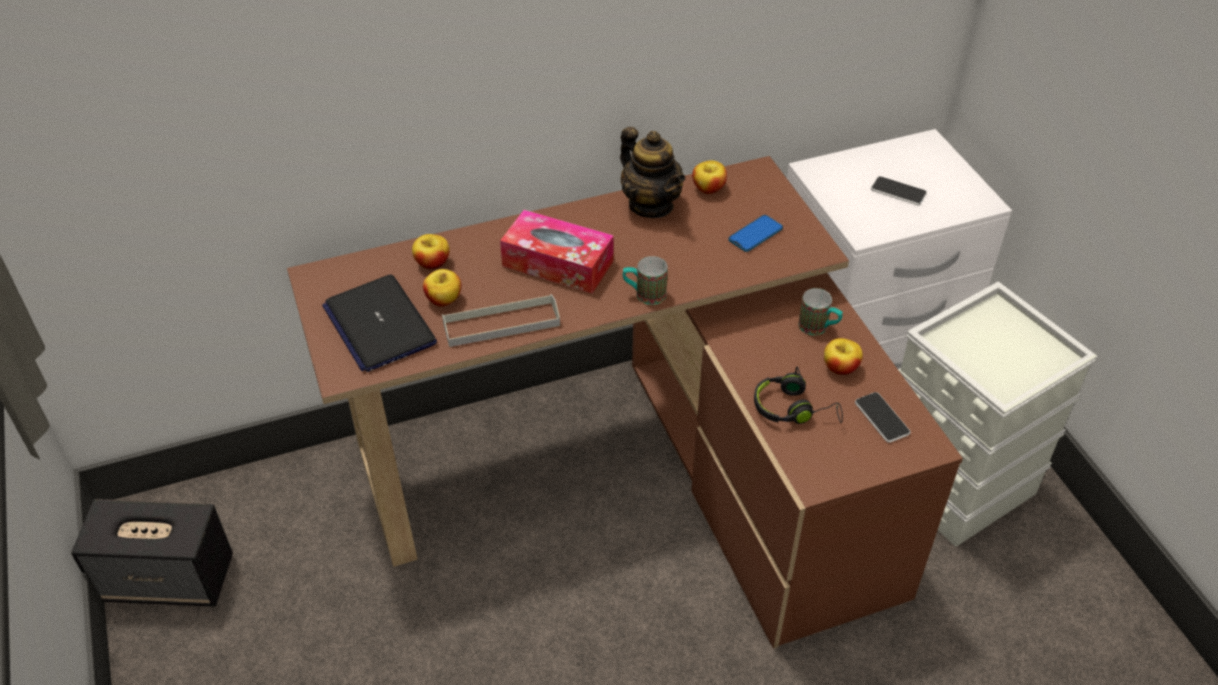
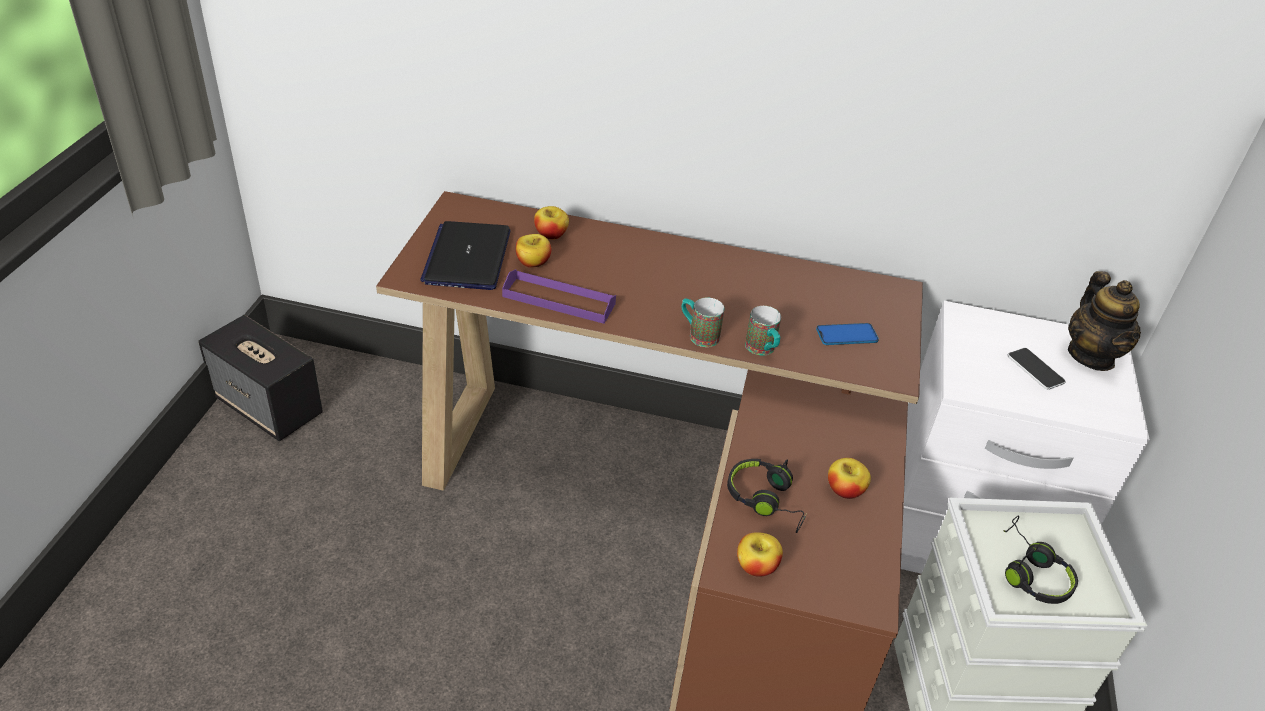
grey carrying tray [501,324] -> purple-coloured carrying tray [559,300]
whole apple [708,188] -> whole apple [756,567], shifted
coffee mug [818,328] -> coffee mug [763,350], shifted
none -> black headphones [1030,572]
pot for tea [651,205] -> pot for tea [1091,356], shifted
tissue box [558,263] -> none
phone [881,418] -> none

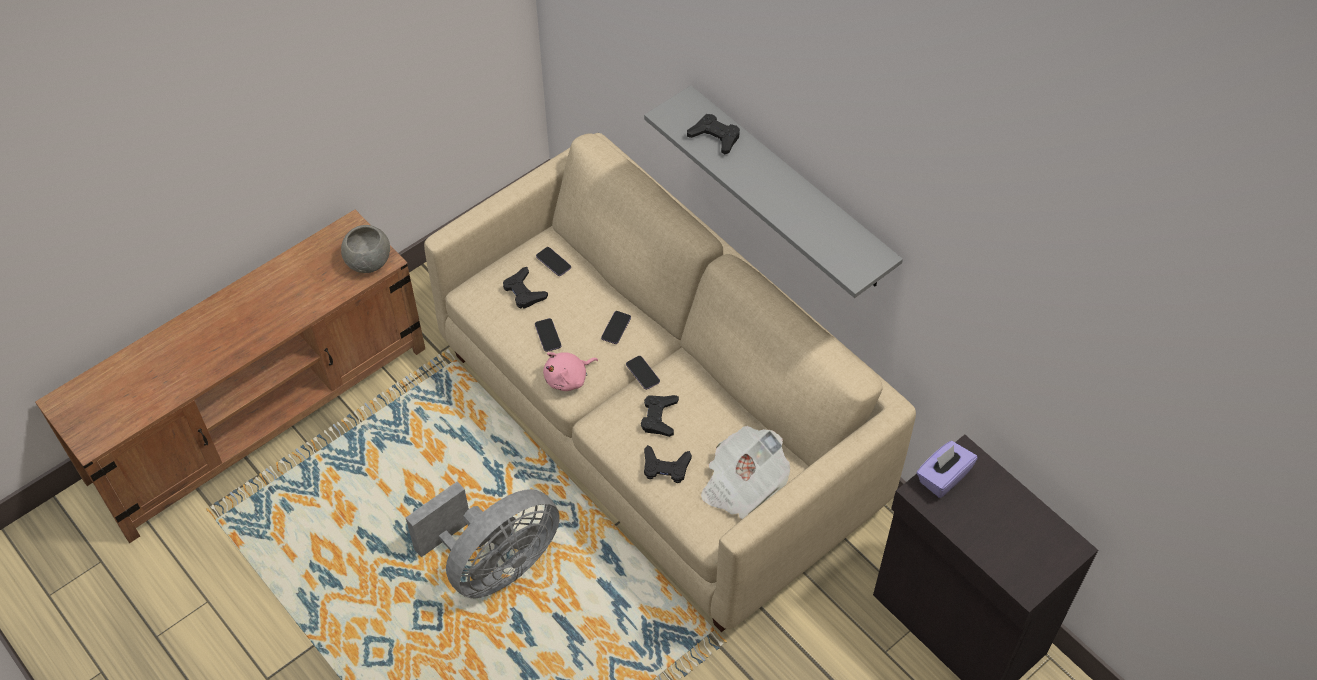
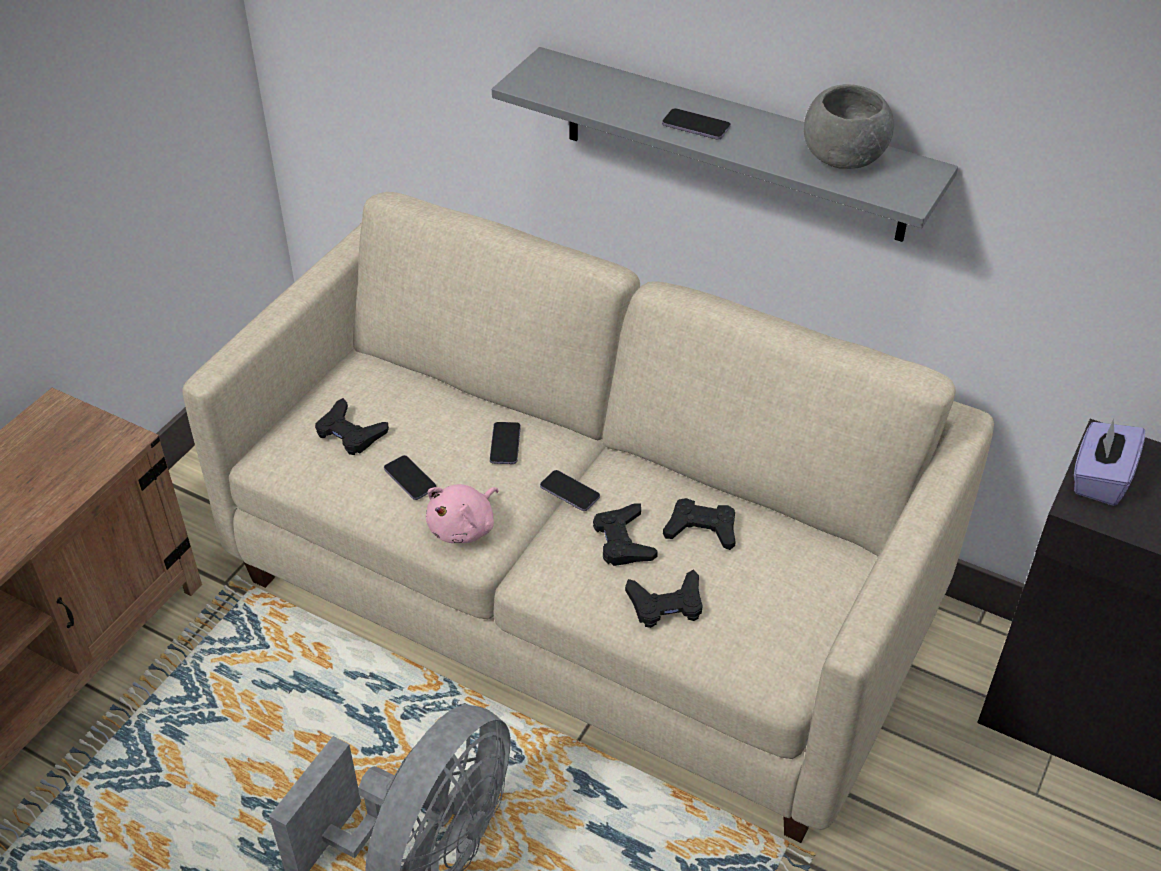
phone [553,262] -> phone [696,126], shifted
black gamepad [715,137] -> black gamepad [701,529], shifted
grey deep dish [369,261] -> grey deep dish [844,158], shifted
daily paper [742,484] -> none

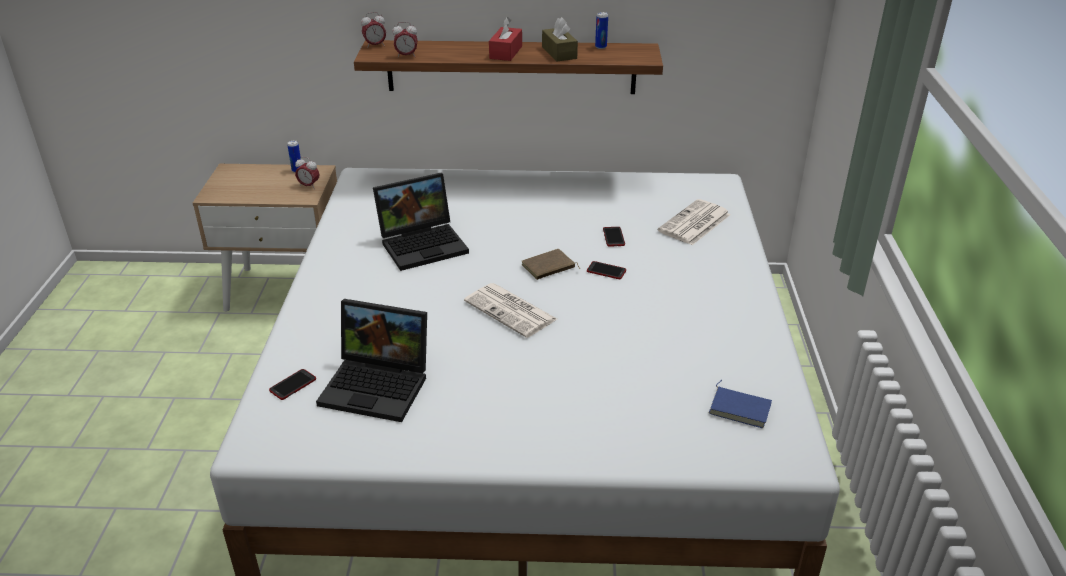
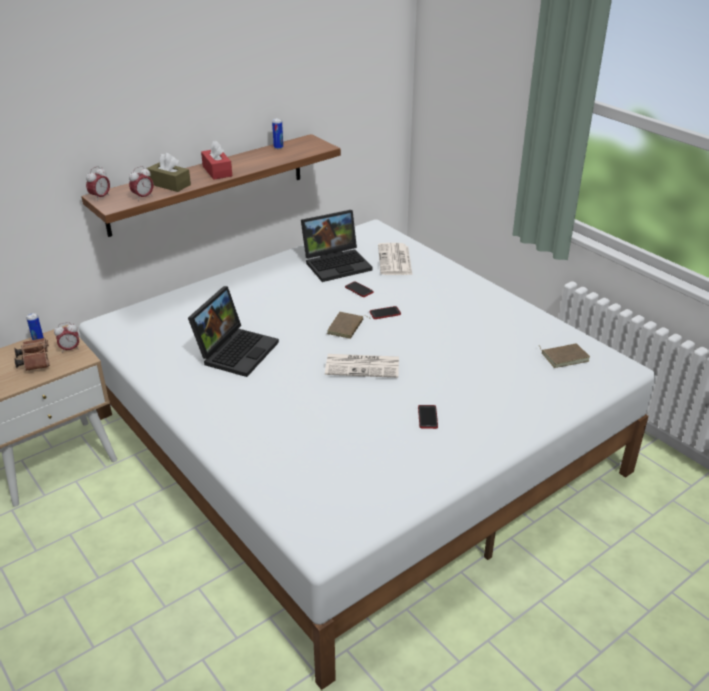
none -> brown field glasses [35,361]
brown tissue box [559,53] -> brown tissue box [169,184], shifted
notebook computer [379,385] -> notebook computer [337,263], shifted
phone [293,385] -> phone [427,417], shifted
bluish book [740,408] -> brown book [564,356]

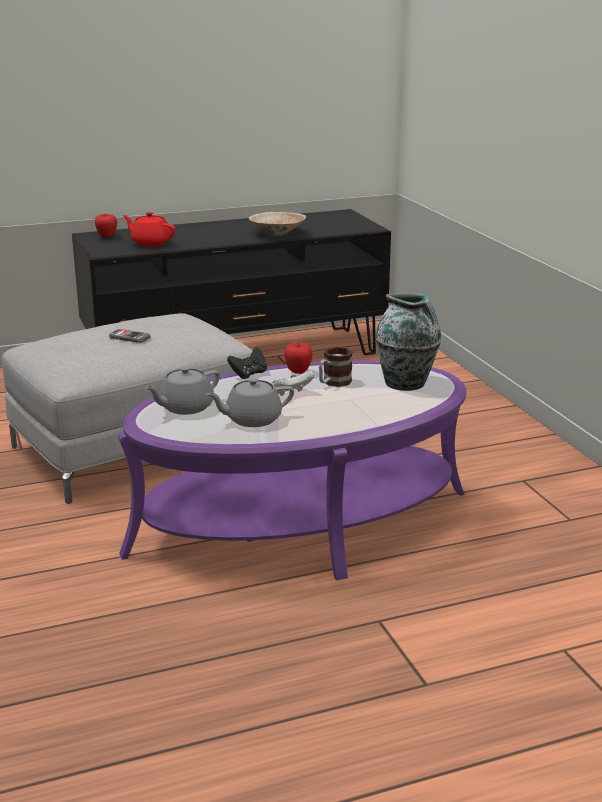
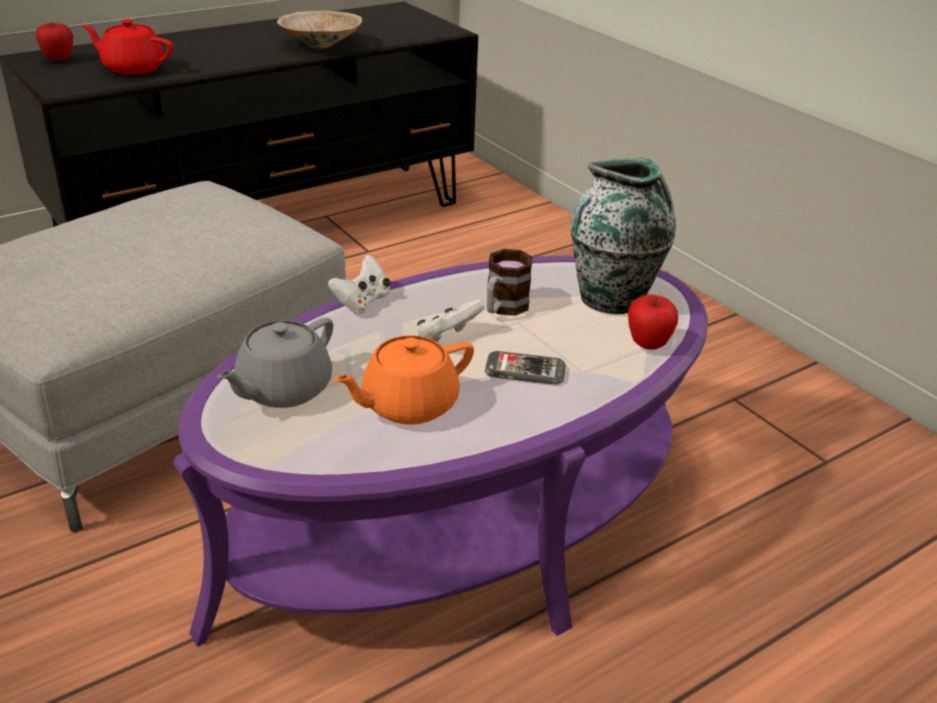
black gamepad [249,374] -> white gamepad [362,302]
grey pot for tea [252,419] -> orange pot for tea [407,405]
phone [129,337] -> phone [525,370], shifted
whole apple [298,372] -> whole apple [648,345], shifted

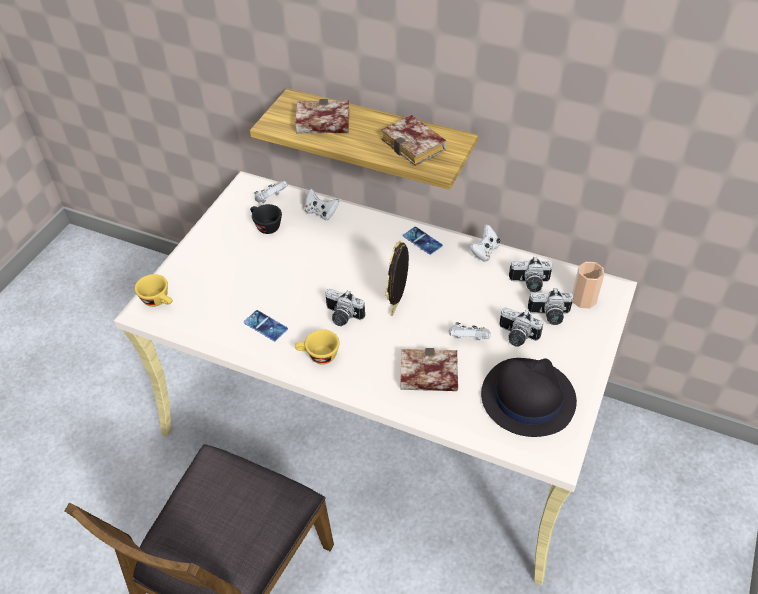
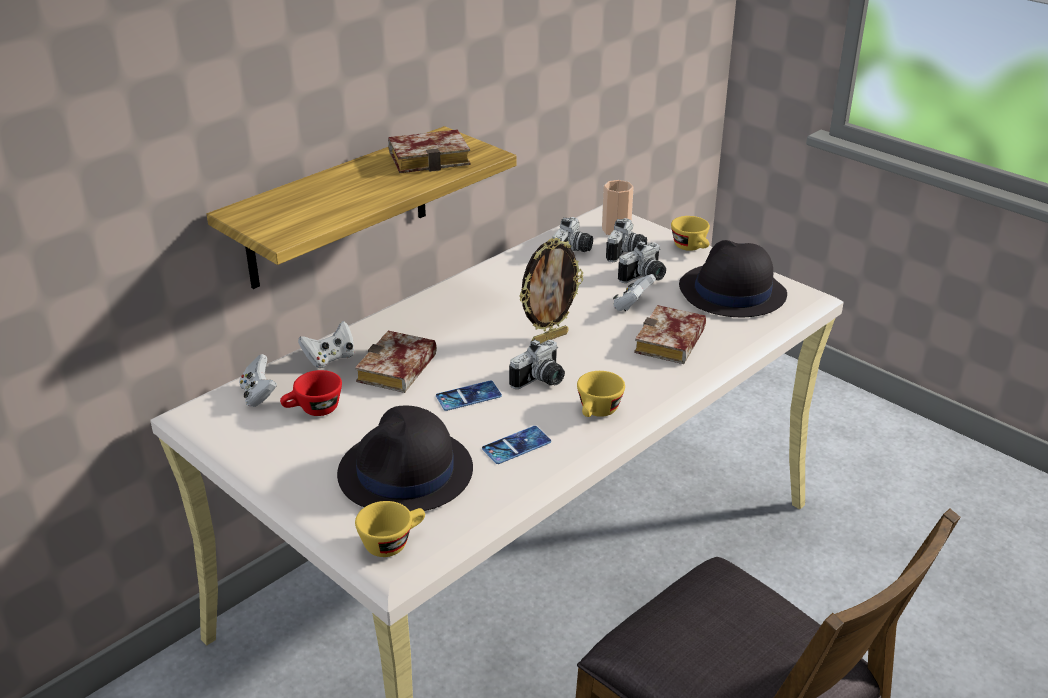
black small cup [265,226] -> red small cup [313,410]
none -> black clothing hat [406,473]
book [320,123] -> book [398,371], shifted
phone [422,241] -> phone [468,396], shifted
photo frame [397,305] -> photo frame [549,338], 75 degrees counterclockwise
none -> yellow-coloured small cup [692,248]
white gamepad [484,252] -> none

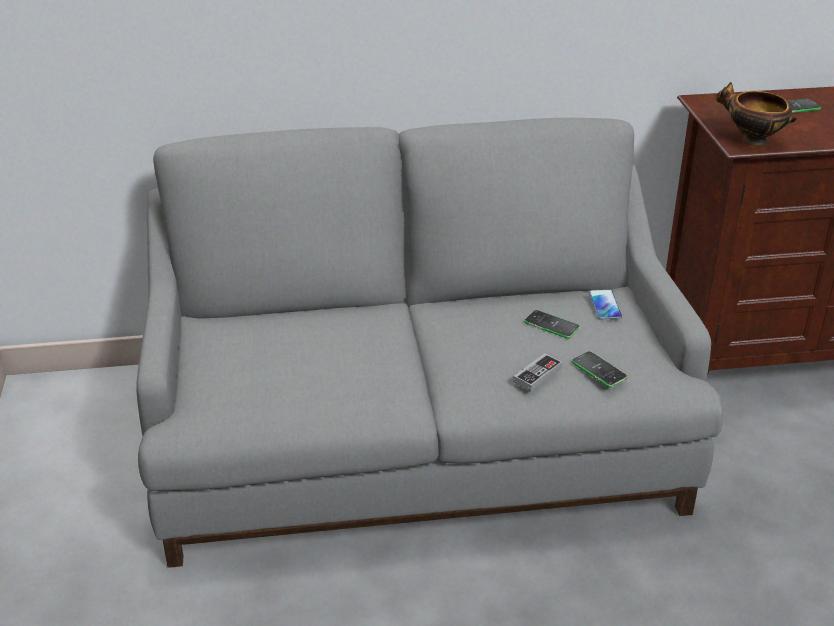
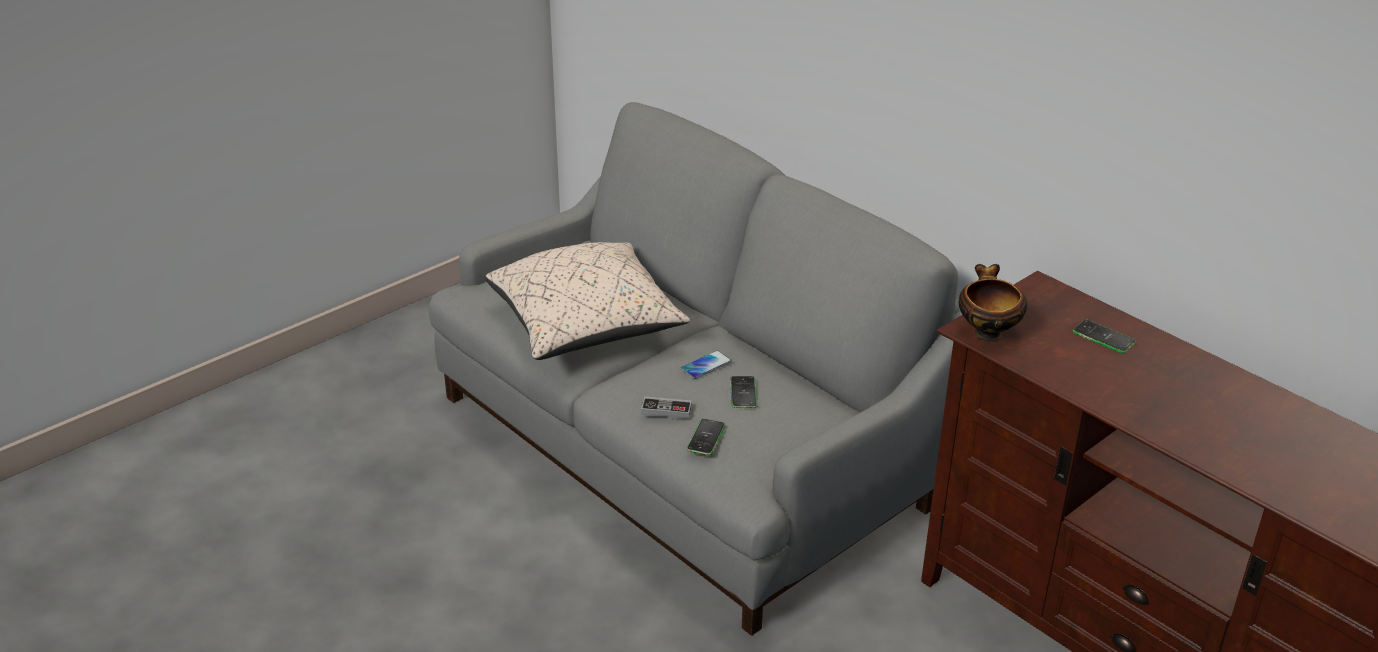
none -> beige throw pillow [586,325]
phone [604,305] -> phone [706,365], shifted

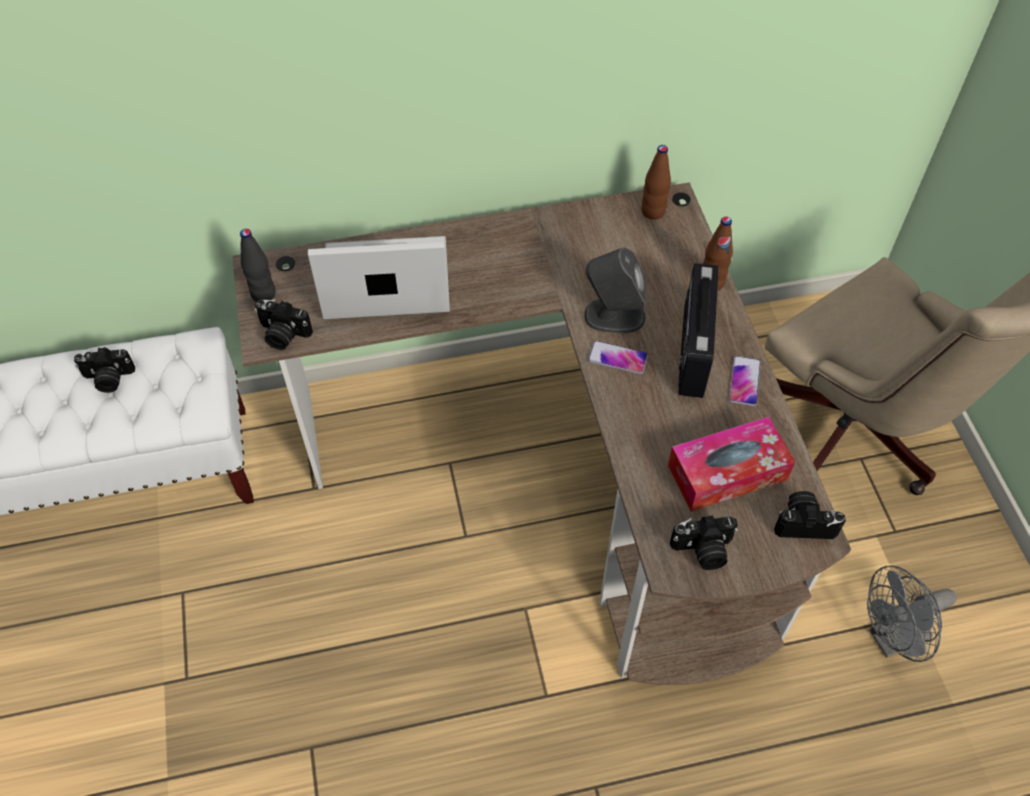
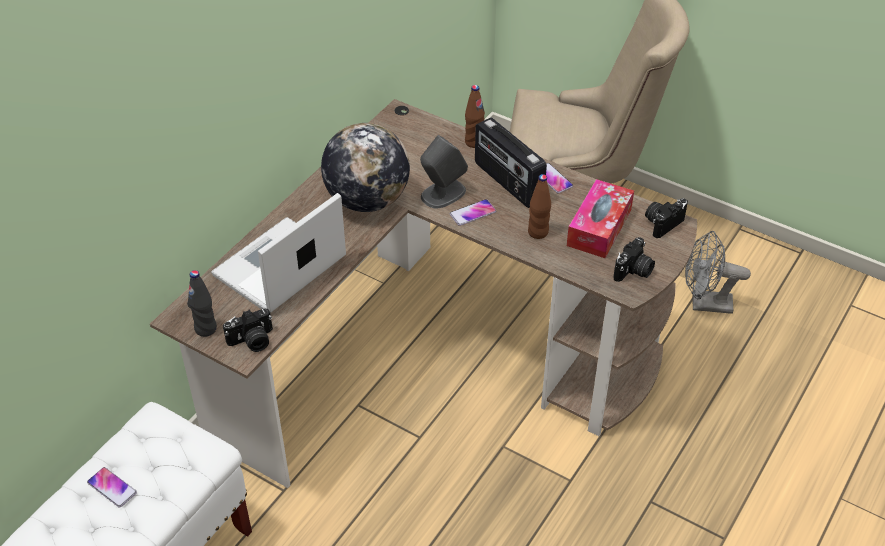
still camera [108,379] -> phone [112,487]
none -> globe [367,200]
brown beverage bottle [653,212] -> brown beverage bottle [538,232], shifted
grey fan [891,639] -> grey fan [704,304], 75 degrees clockwise

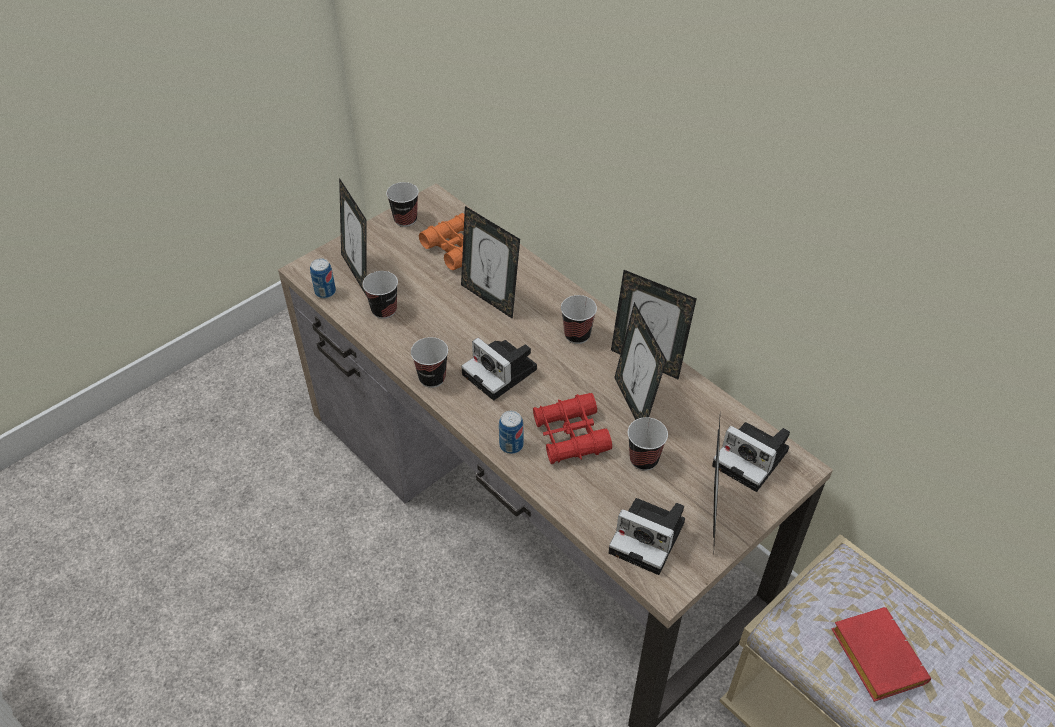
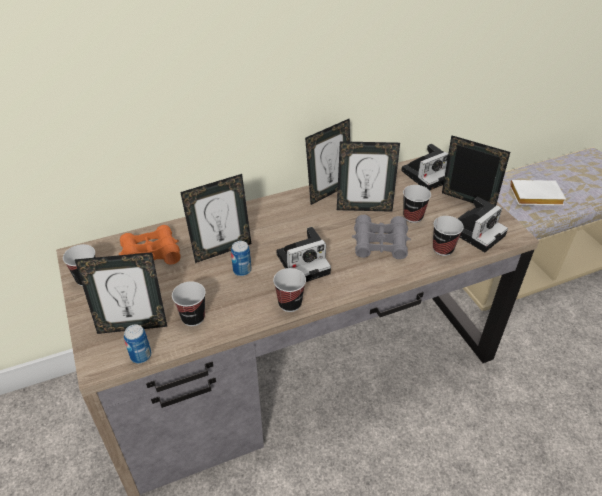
can [511,445] -> can [242,270], shifted
red field glasses [570,435] -> grey field glasses [380,243]
small cup [577,335] -> small cup [443,249], shifted
red book [873,656] -> white book [534,197]

